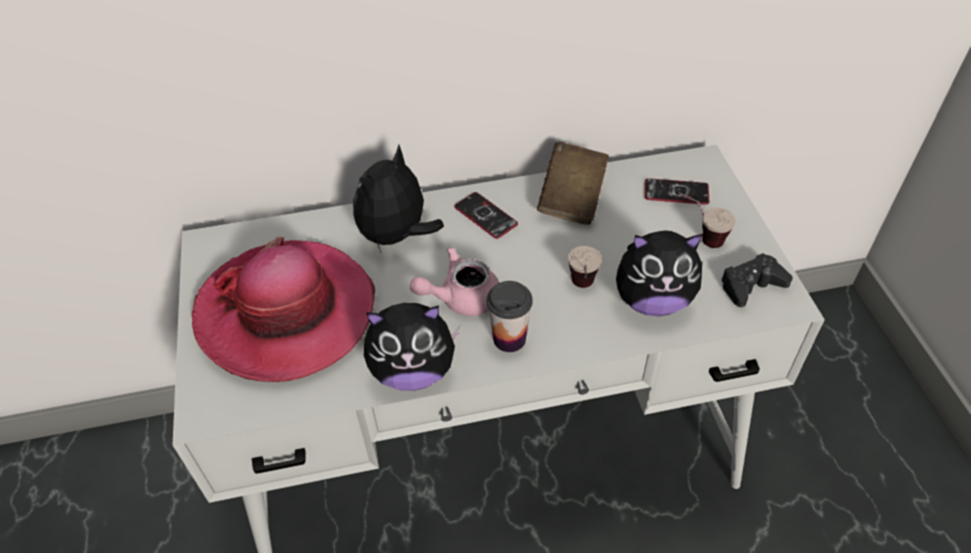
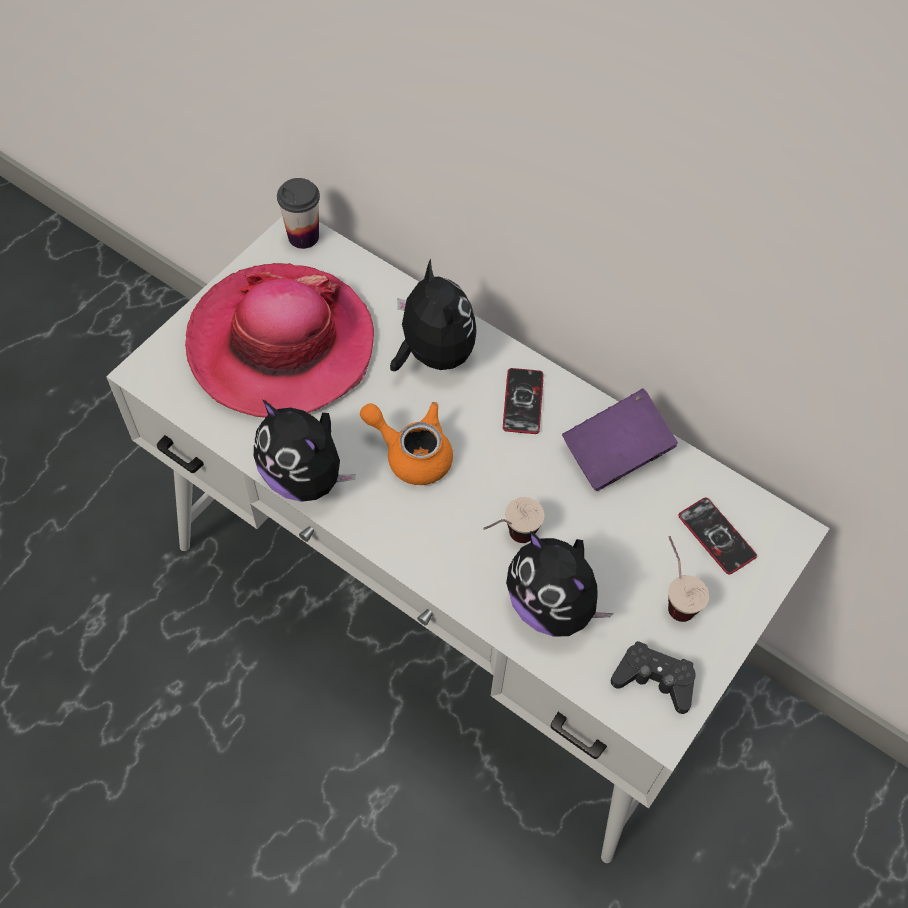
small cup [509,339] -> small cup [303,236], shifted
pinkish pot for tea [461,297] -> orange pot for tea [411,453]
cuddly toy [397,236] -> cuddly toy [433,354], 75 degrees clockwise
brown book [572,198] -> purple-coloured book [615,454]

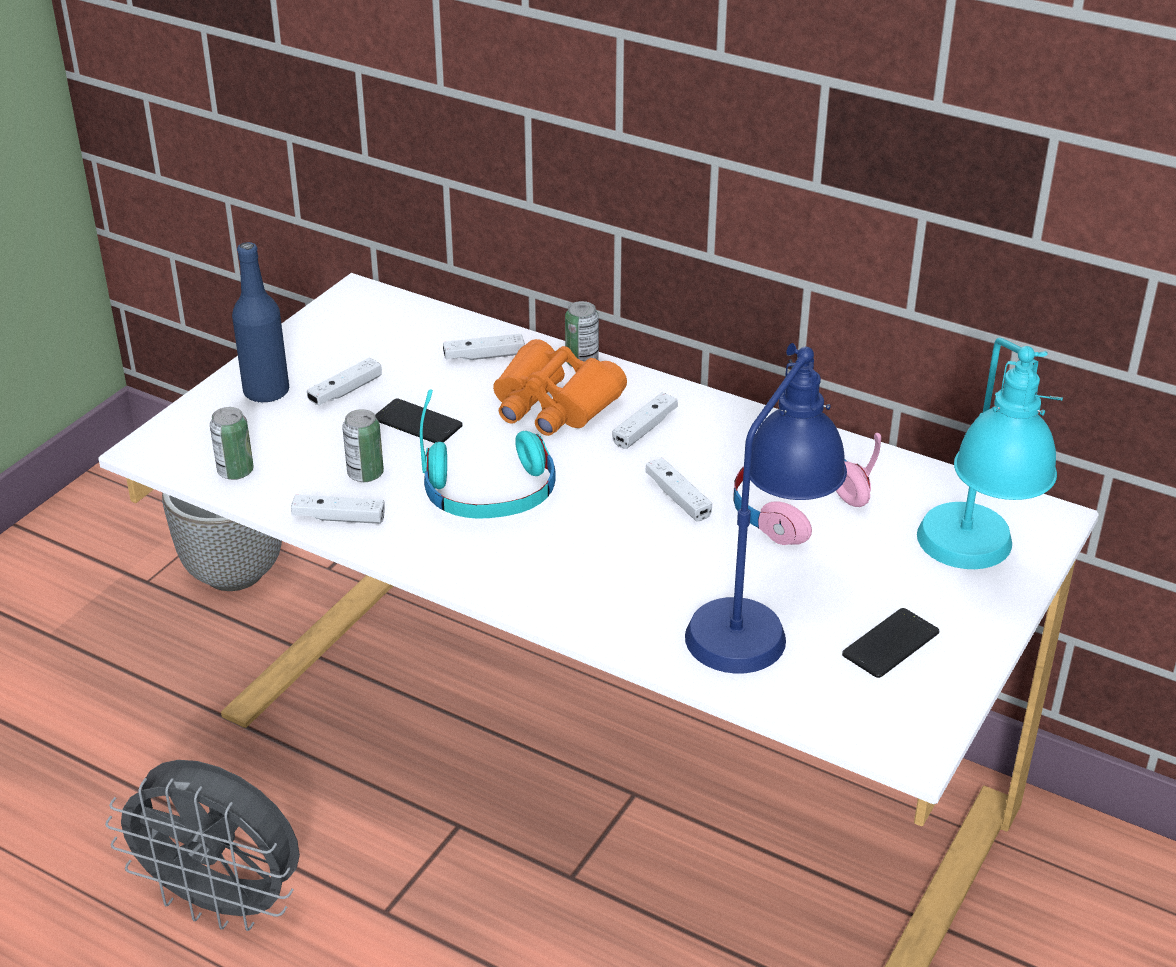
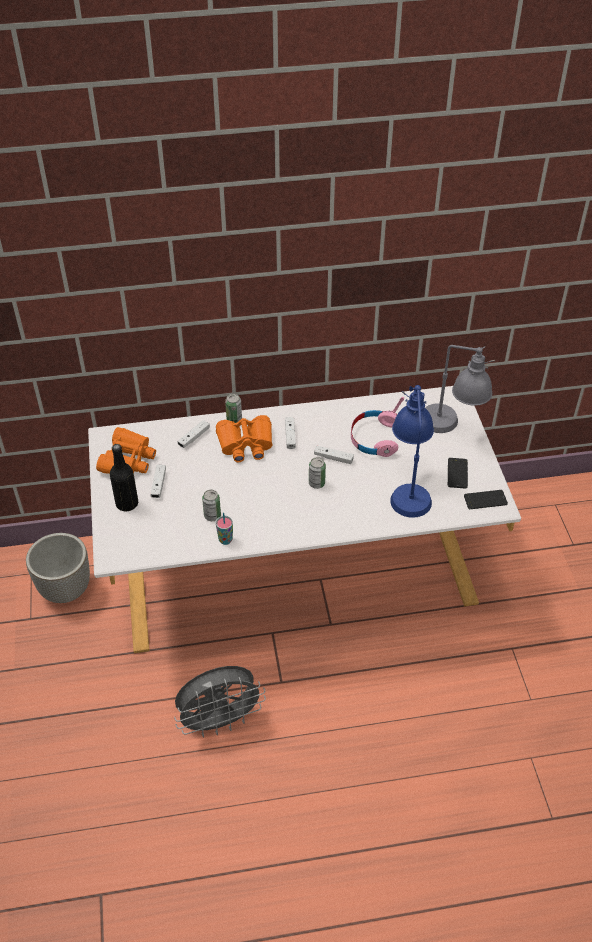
none -> orange field glasses [128,460]
bluish beverage bottle [266,392] -> black beverage bottle [127,504]
white gamepad [339,518] -> small cup [225,540]
can [235,471] -> can [316,483], shifted
turquoise tabletop lamp [975,566] -> grey tabletop lamp [452,428]
phone [417,423] -> phone [485,500], shifted
turquoise headphones [490,492] -> none

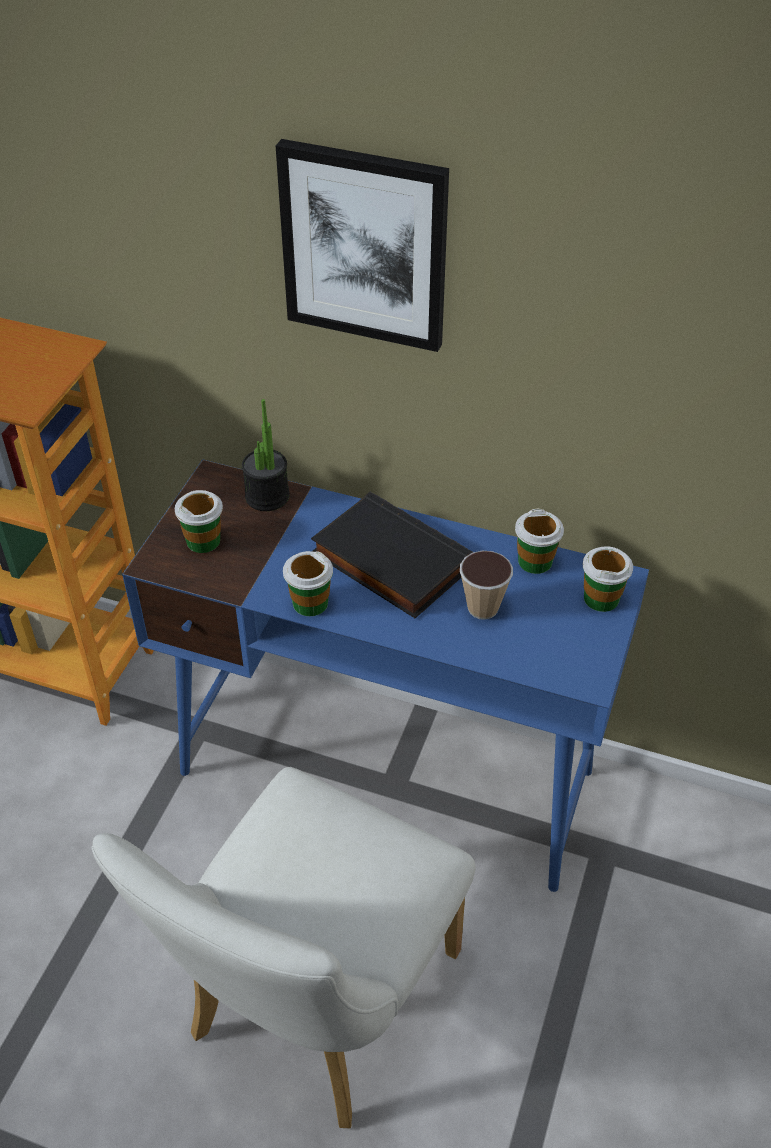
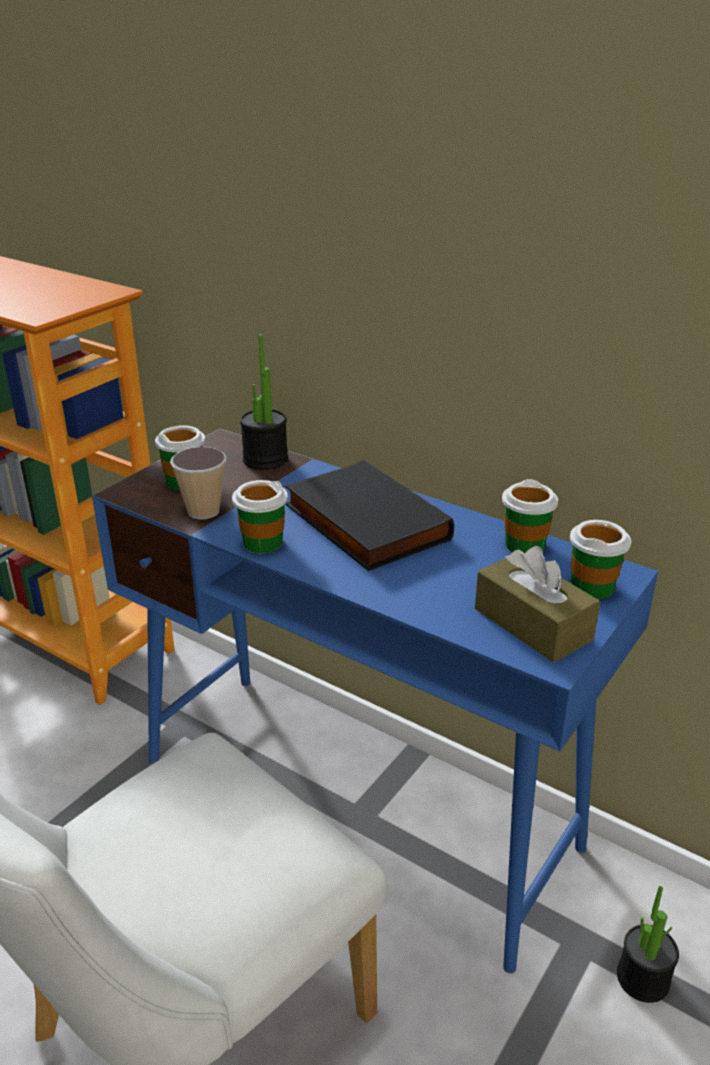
small cup [483,608] -> small cup [203,511], shifted
none -> brown tissue box [532,624]
none -> plant in a pot [643,979]
picture [365,245] -> none

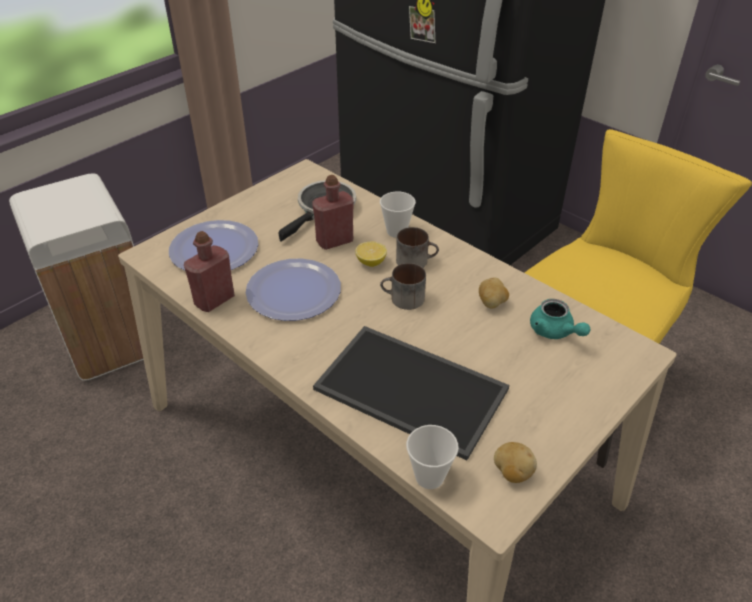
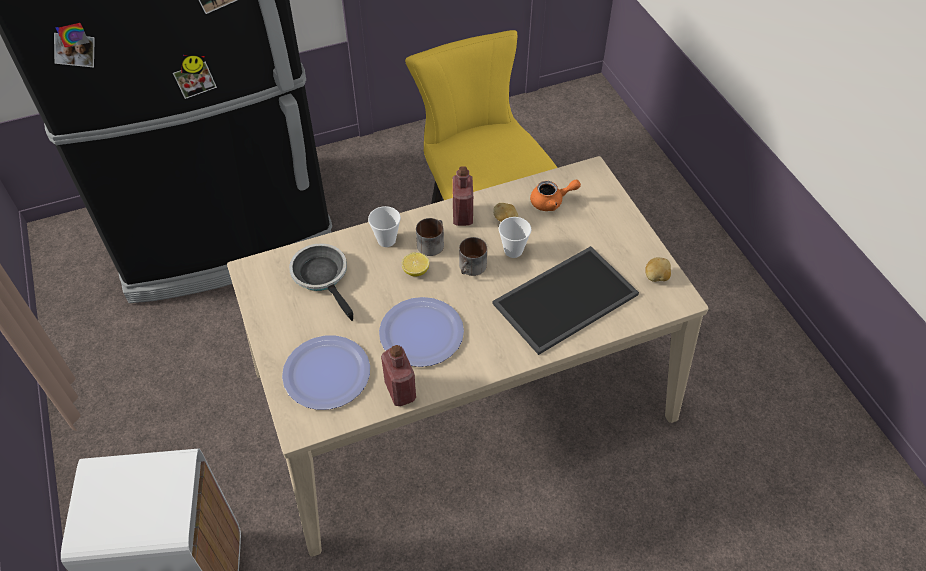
red beverage bottle [334,241] -> red beverage bottle [462,215], shifted
small cup [429,477] -> small cup [513,250], shifted
turquoise pot for tea [554,332] -> orange pot for tea [551,202]

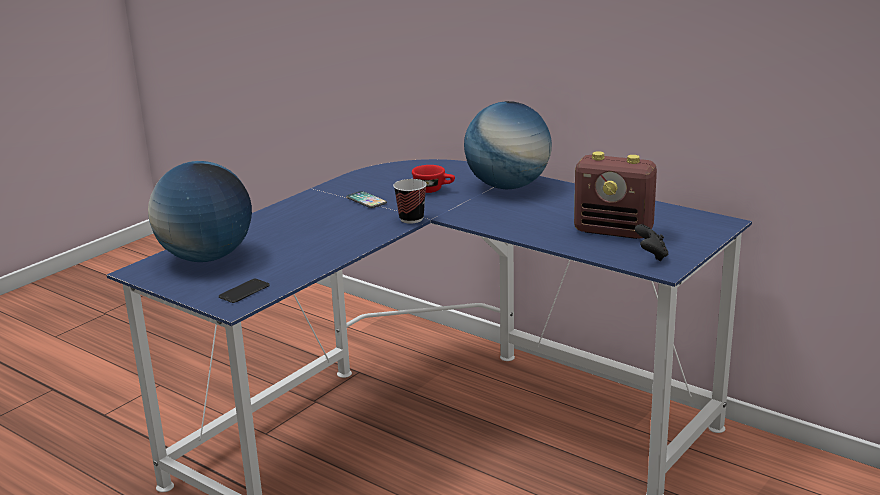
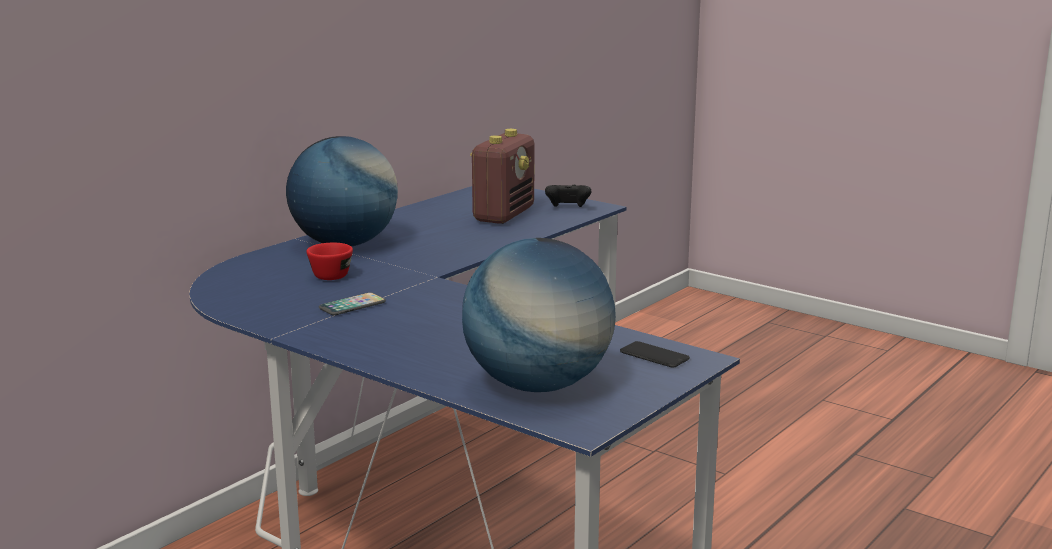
small cup [411,219] -> none

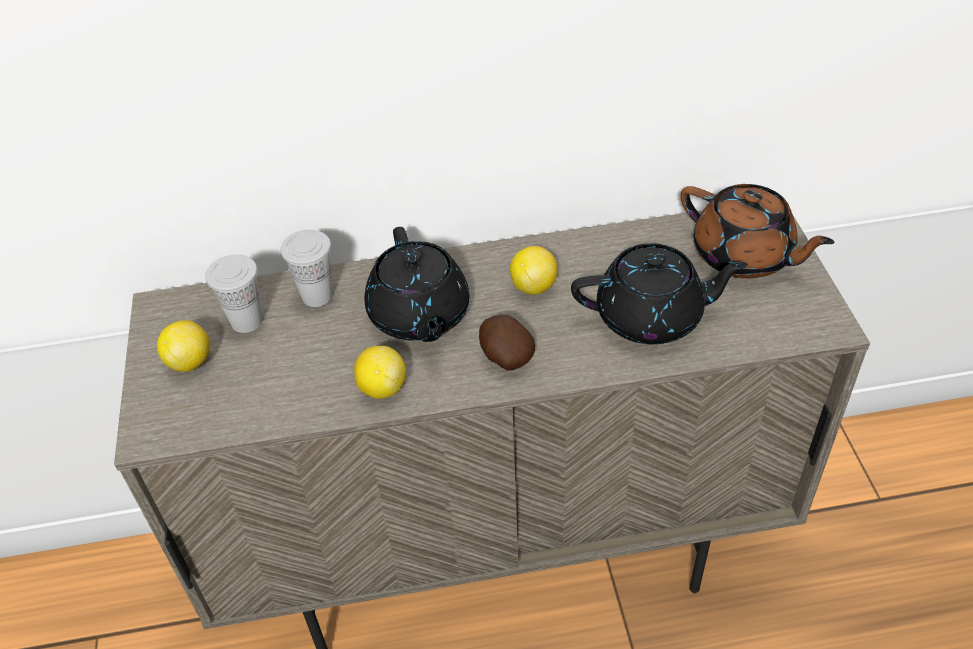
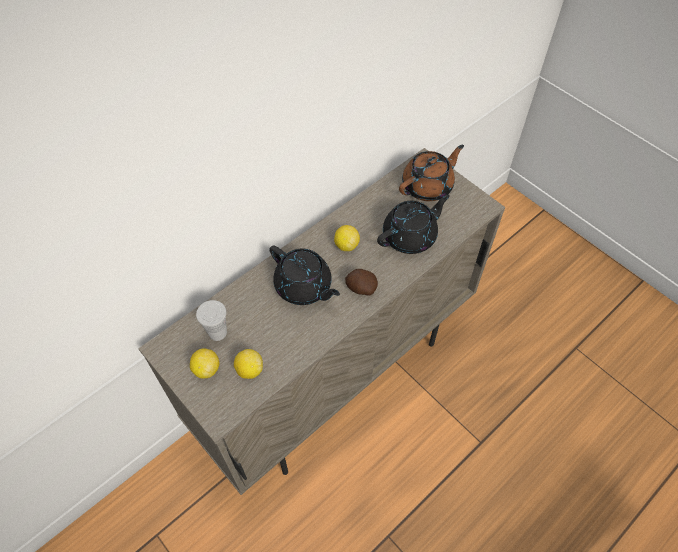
lemon [382,388] -> lemon [250,370], shifted
brown pot for tea [743,256] -> brown pot for tea [428,186], 45 degrees counterclockwise
white small cup [317,296] -> none

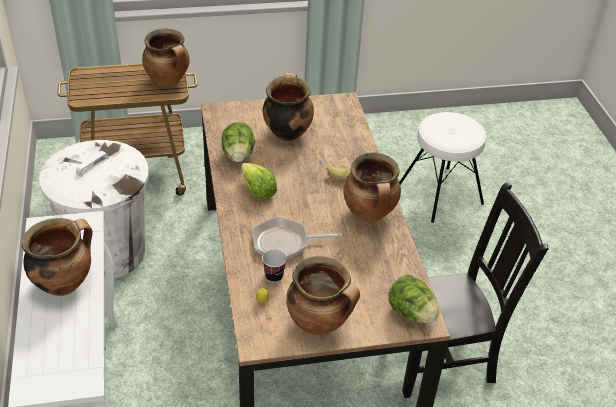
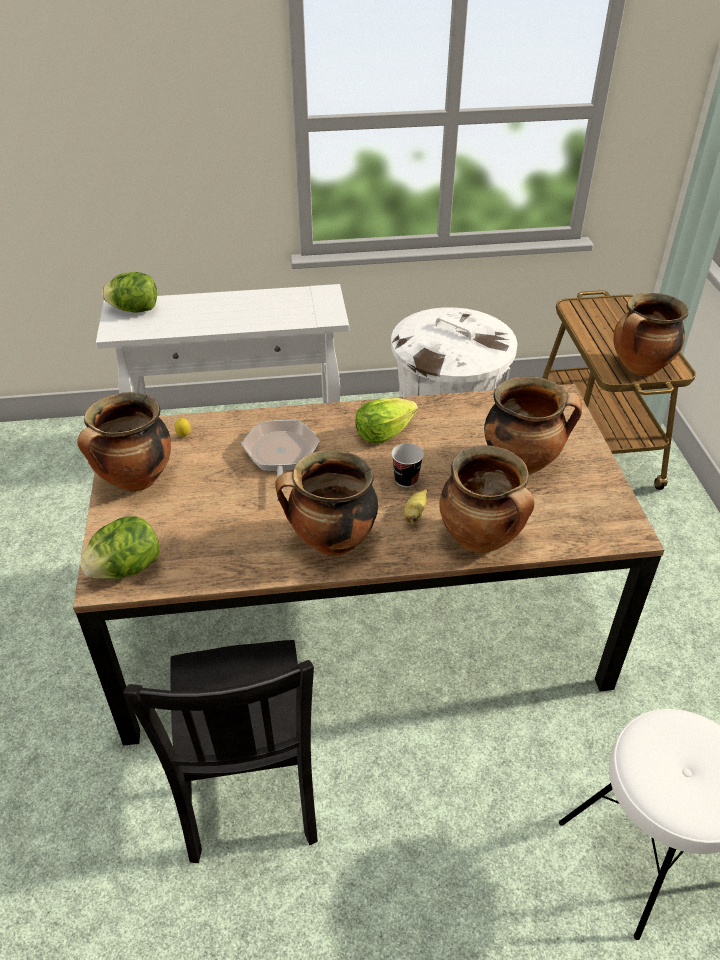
head of lettuce [238,155] -> head of lettuce [135,310], shifted
small cup [274,276] -> small cup [406,480], shifted
saucepot [64,283] -> saucepot [482,540], shifted

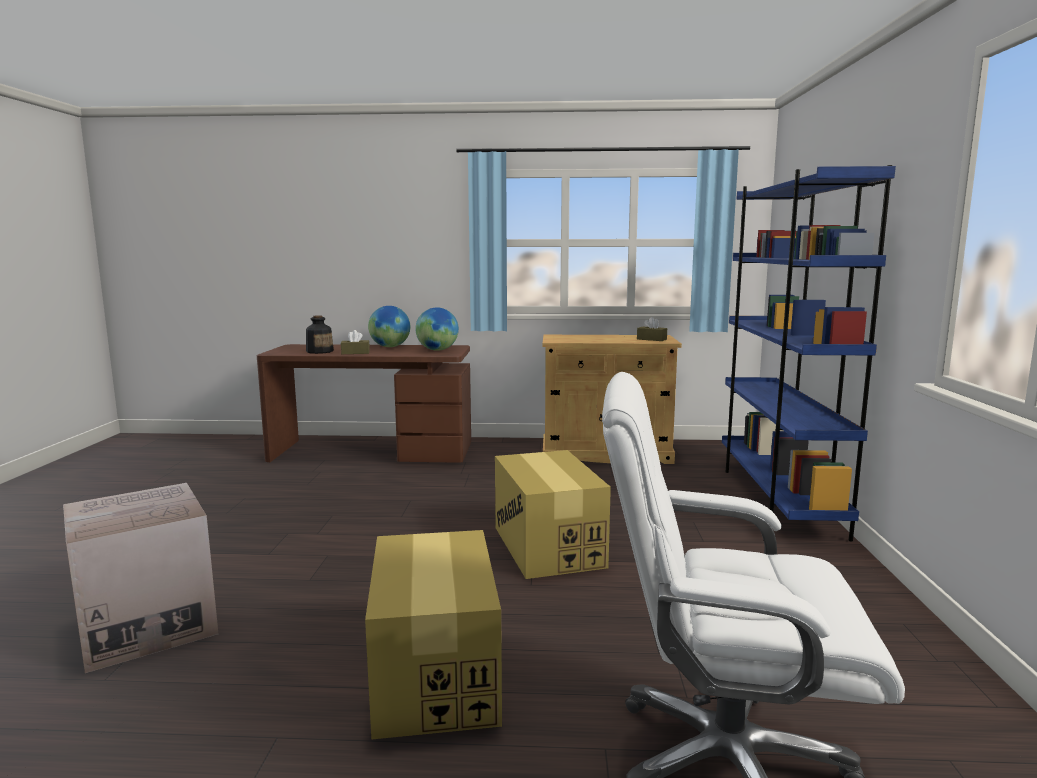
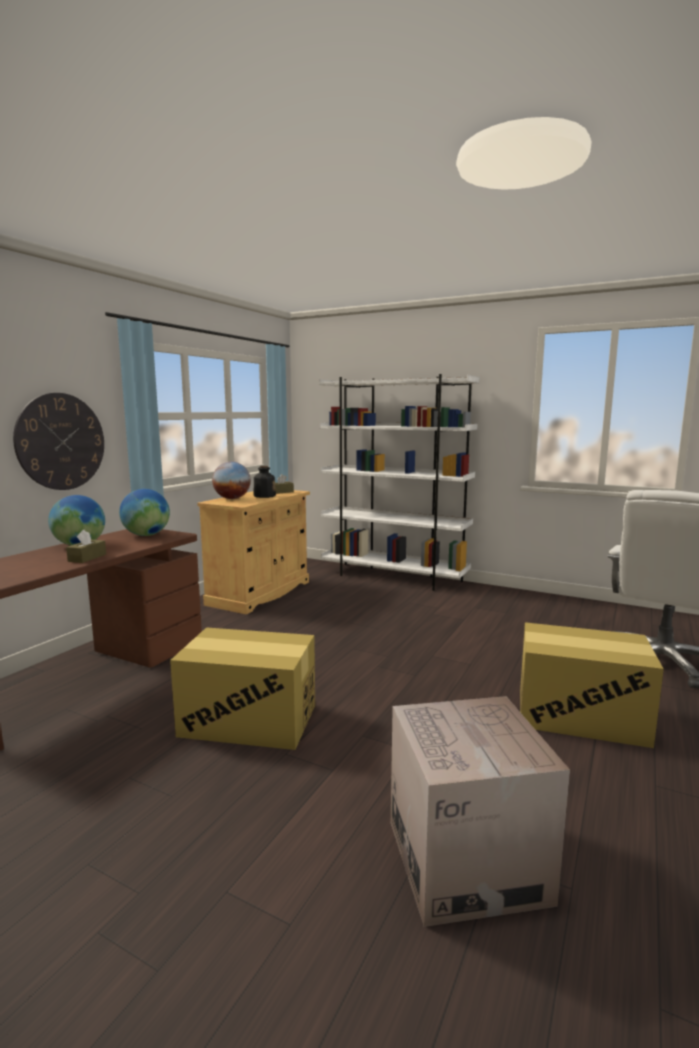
none -> clock on the wall [61,441]
carton [548,546] -> carton [248,720], shifted
none -> globe [232,498]
beverage bottle [320,351] -> beverage bottle [264,496], shifted
bluish shelving unit [777,497] -> white shelving unit [393,577]

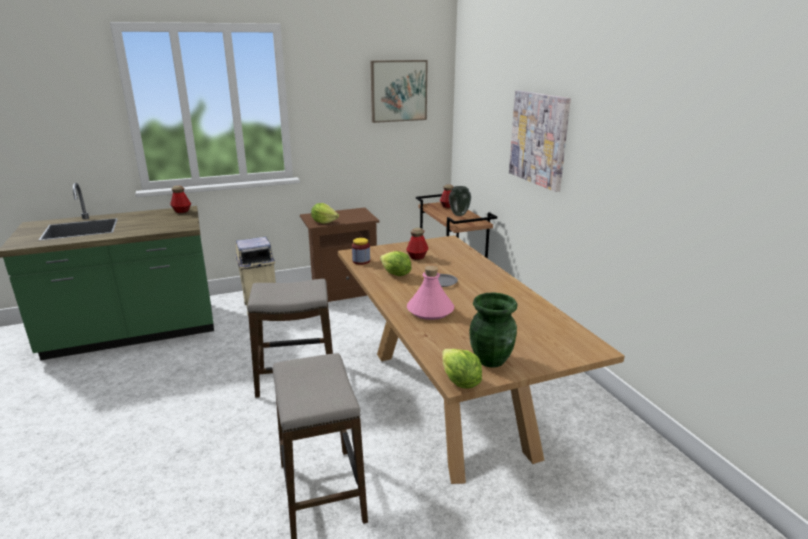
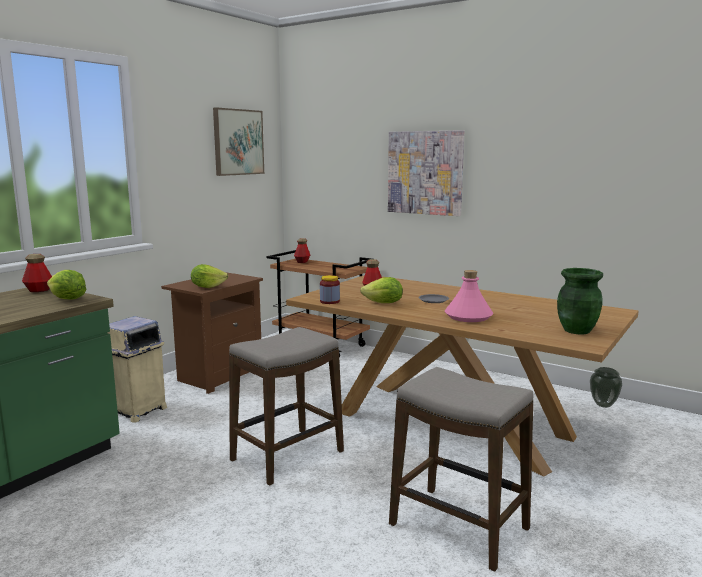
head of lettuce [460,382] -> head of lettuce [67,299], shifted
flower vase [459,215] -> flower vase [604,405], shifted

